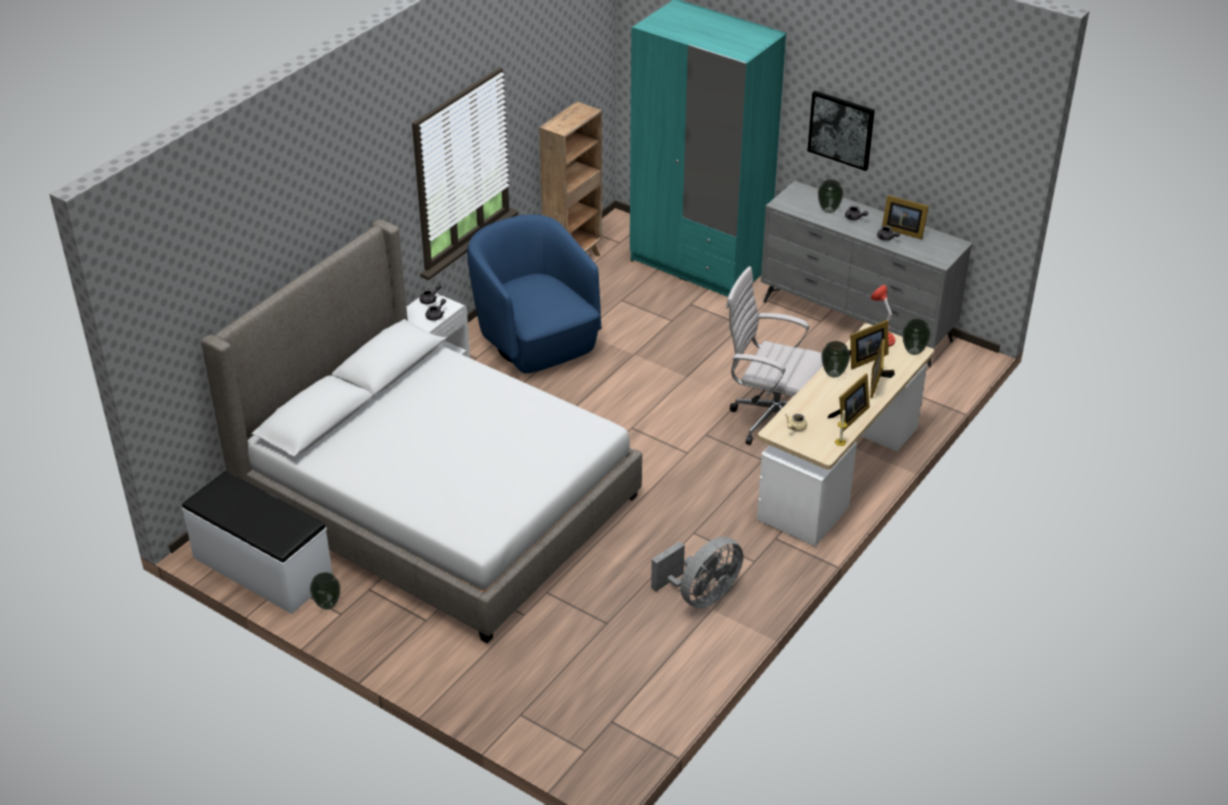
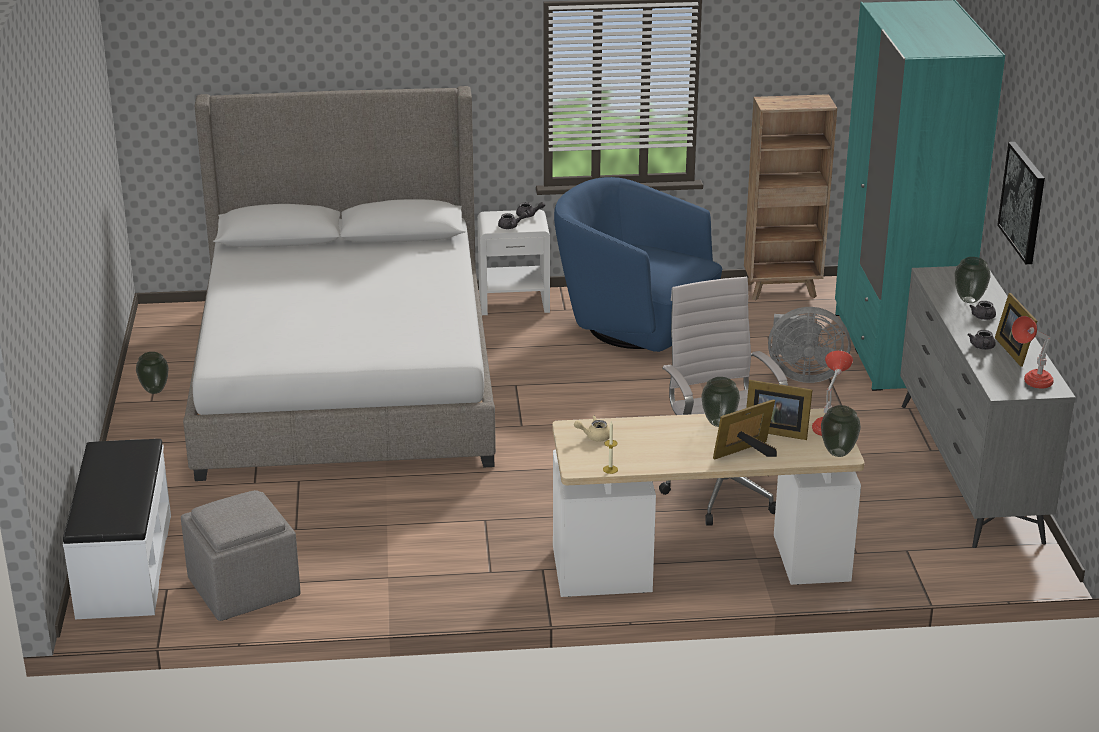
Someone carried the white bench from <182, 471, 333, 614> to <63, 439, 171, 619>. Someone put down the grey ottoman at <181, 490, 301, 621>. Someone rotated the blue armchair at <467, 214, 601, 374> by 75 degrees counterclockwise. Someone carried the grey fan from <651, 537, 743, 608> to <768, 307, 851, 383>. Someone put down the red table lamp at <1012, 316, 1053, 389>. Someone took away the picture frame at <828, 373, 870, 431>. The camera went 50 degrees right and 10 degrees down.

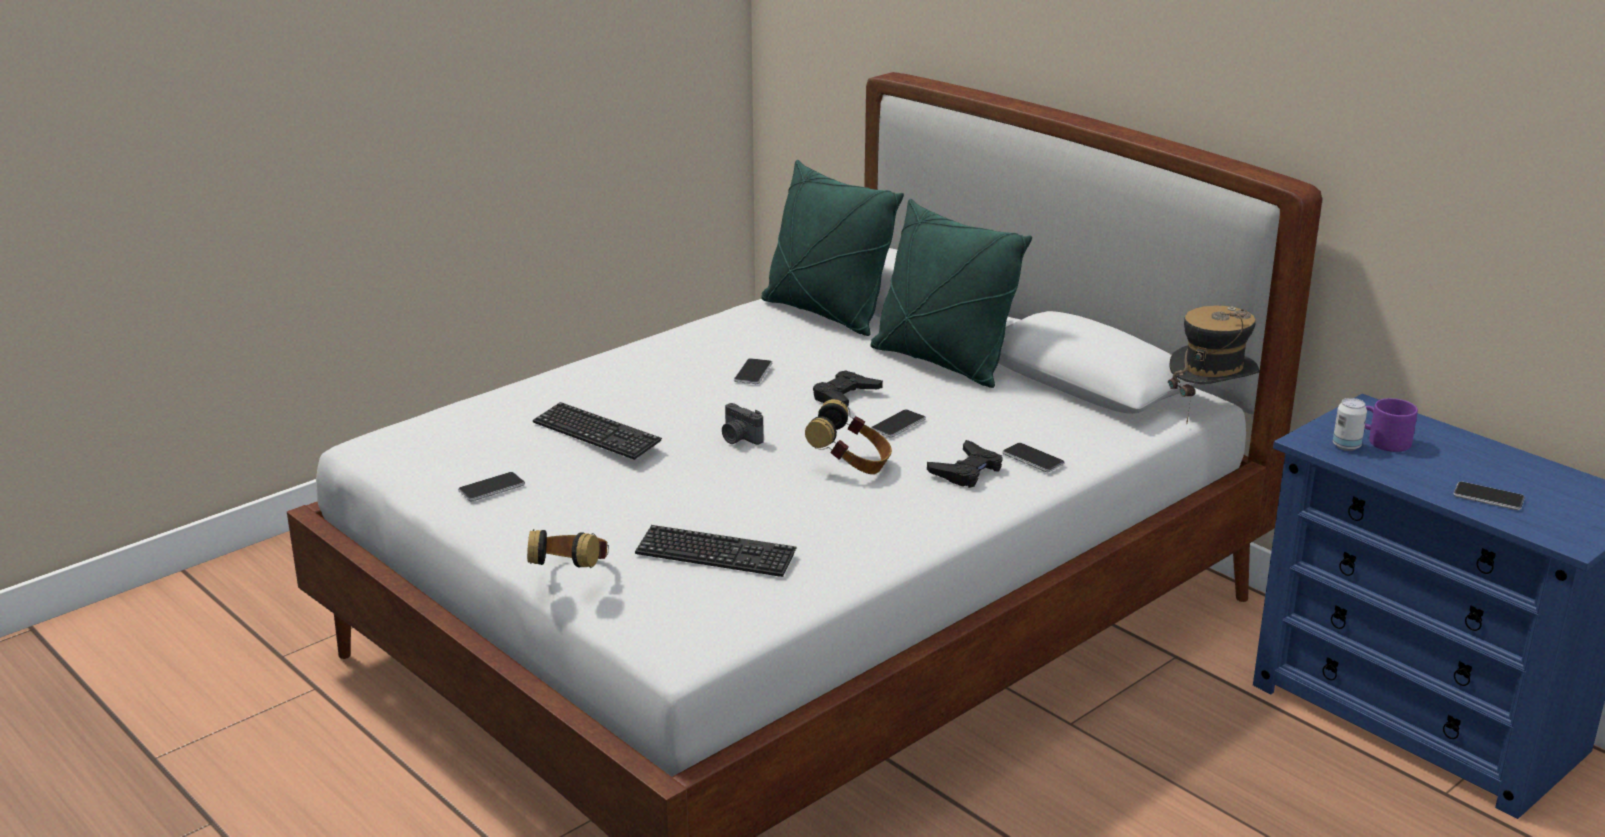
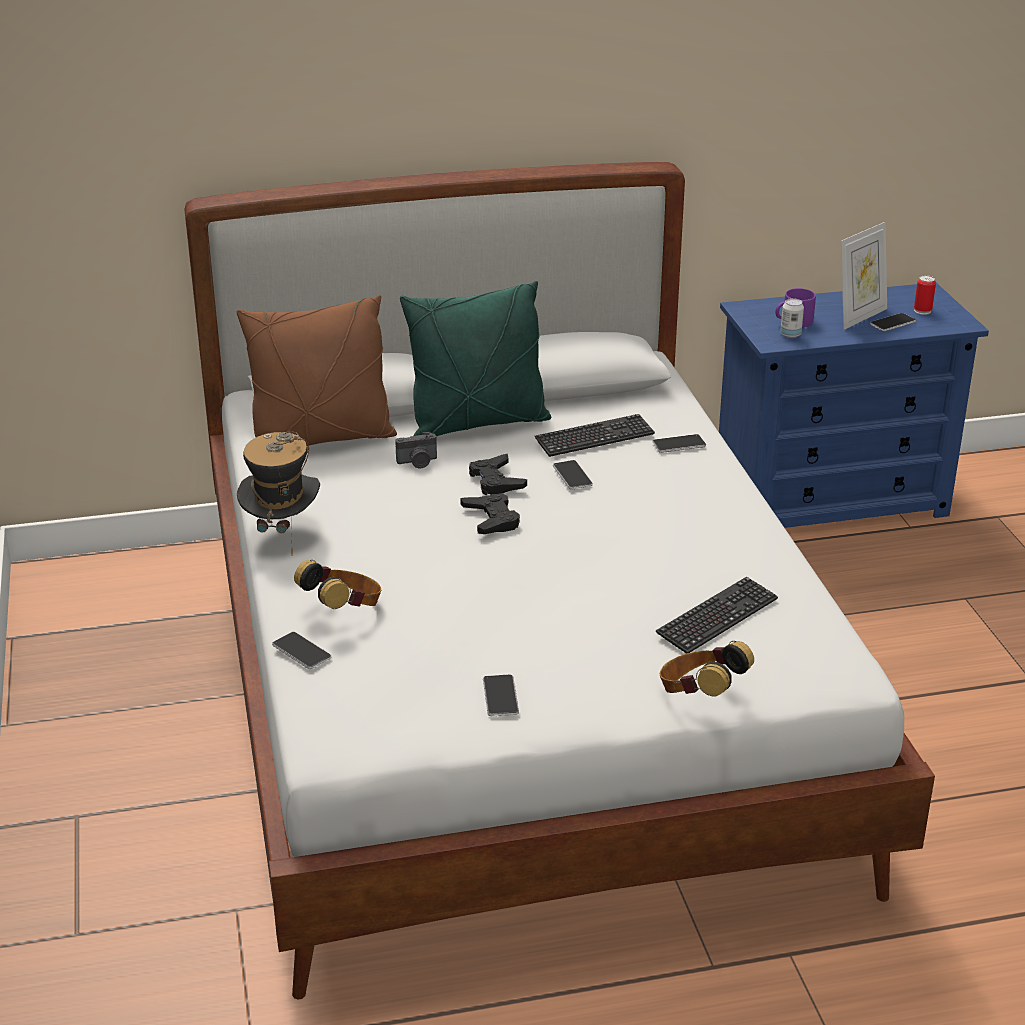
Someone repainted the green pillow at <761, 160, 904, 336>, which became the brown pillow at <237, 295, 397, 446>. Someone carried the hat from <1168, 306, 1260, 423> to <237, 431, 320, 554>. Someone carried the phone from <734, 358, 772, 384> to <272, 632, 331, 669>. Someone carried the headphones from <805, 399, 892, 474> to <294, 560, 381, 609>. Someone carried the photo camera from <722, 403, 764, 445> to <395, 432, 437, 468>. Someone carried the black game controller from <927, 440, 1003, 488> to <460, 493, 520, 534>. Someone carried the keyboard from <533, 402, 662, 460> to <535, 414, 655, 457>. Someone put down the picture frame at <841, 222, 887, 330>. Someone put down the can at <914, 275, 936, 315>. The camera went 60 degrees left and 5 degrees up.

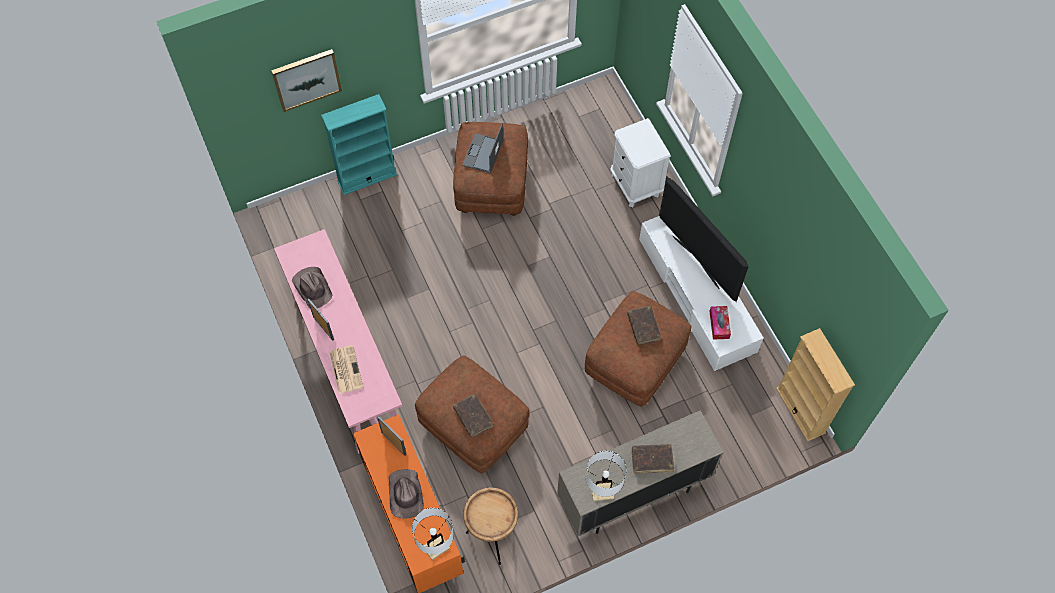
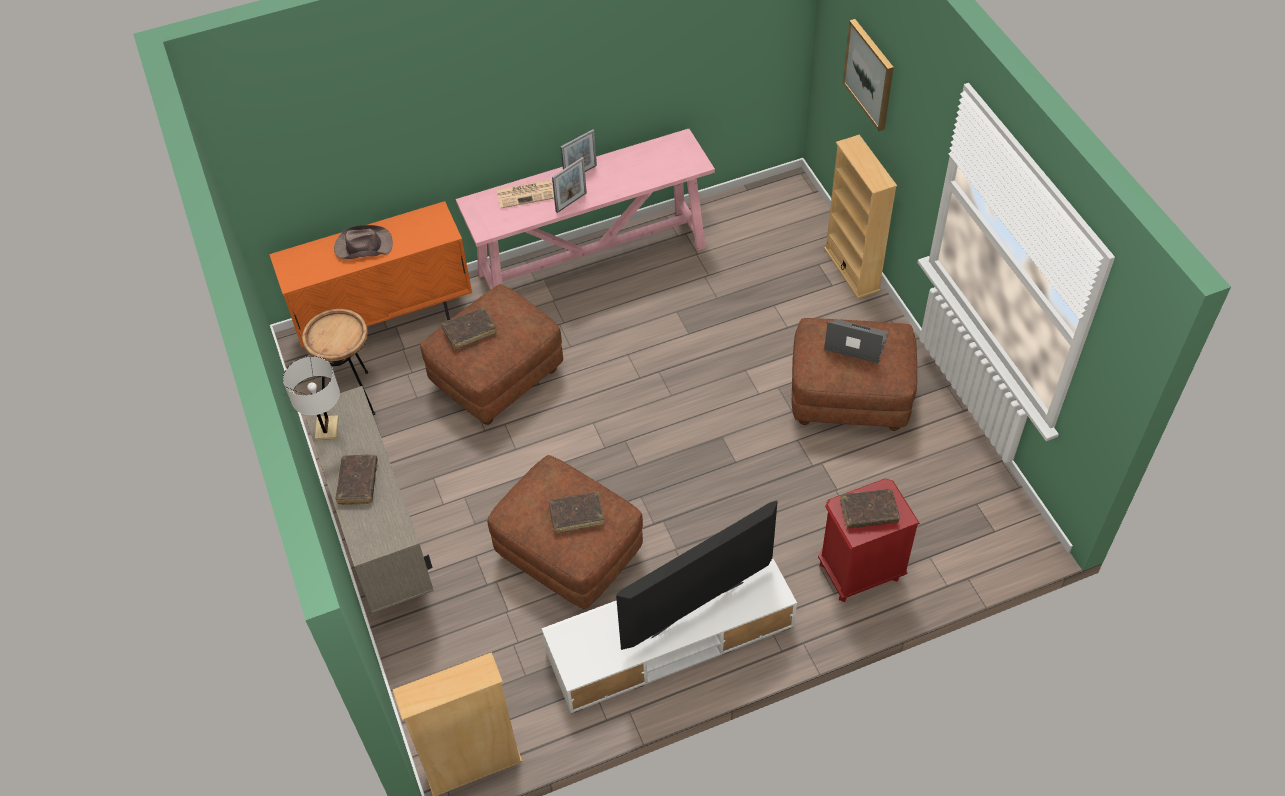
Someone carried the picture frame from <377, 416, 407, 456> to <552, 157, 587, 213>. Someone repainted the white nightstand at <610, 118, 671, 207>, which became the red nightstand at <818, 479, 920, 602>. Someone repainted the turquoise bookcase at <321, 94, 397, 195>, which became the beige bookcase at <824, 135, 897, 299>. Someone put down the brown book at <840, 489, 900, 529>. Someone took away the brown hat at <292, 267, 332, 308>. Someone took away the white table lamp at <412, 508, 454, 560>. Someone took away the tissue box at <709, 306, 731, 340>. The camera went 95 degrees right and 10 degrees down.

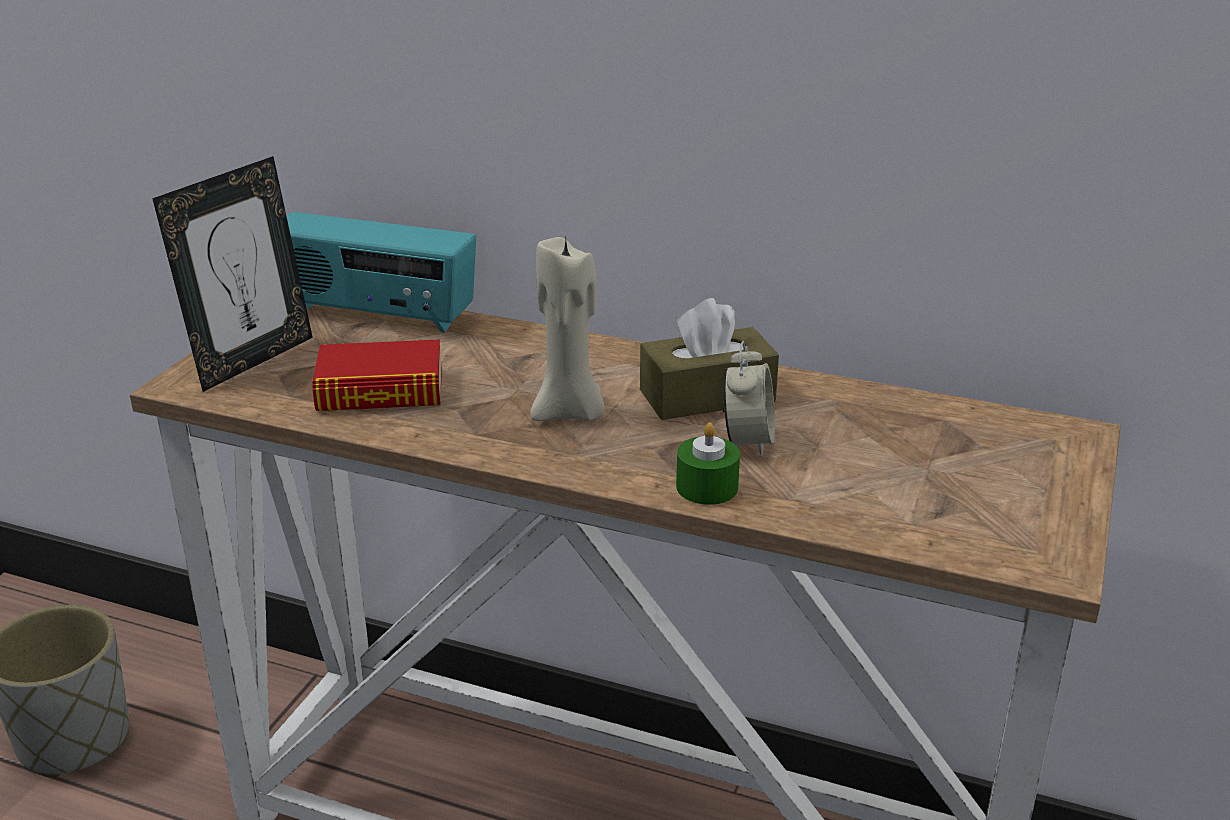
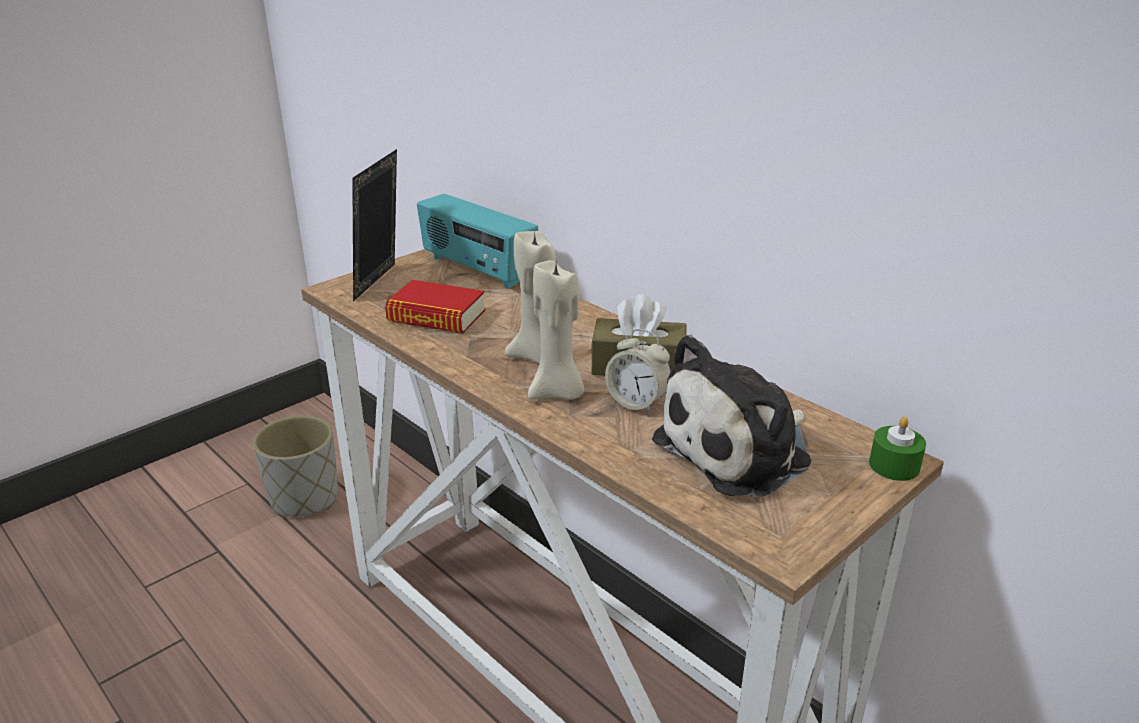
Someone rotated the picture frame at <152, 156, 313, 392> by 135 degrees clockwise. Someone put down the beige candle at <528, 260, 584, 400>. Someone rotated the alarm clock at <723, 341, 775, 457> by 90 degrees clockwise. Someone put down the plush toy at <652, 335, 811, 497>. Someone carried the green candle from <676, 422, 740, 505> to <869, 417, 926, 481>. The camera went 25 degrees right and 0 degrees up.

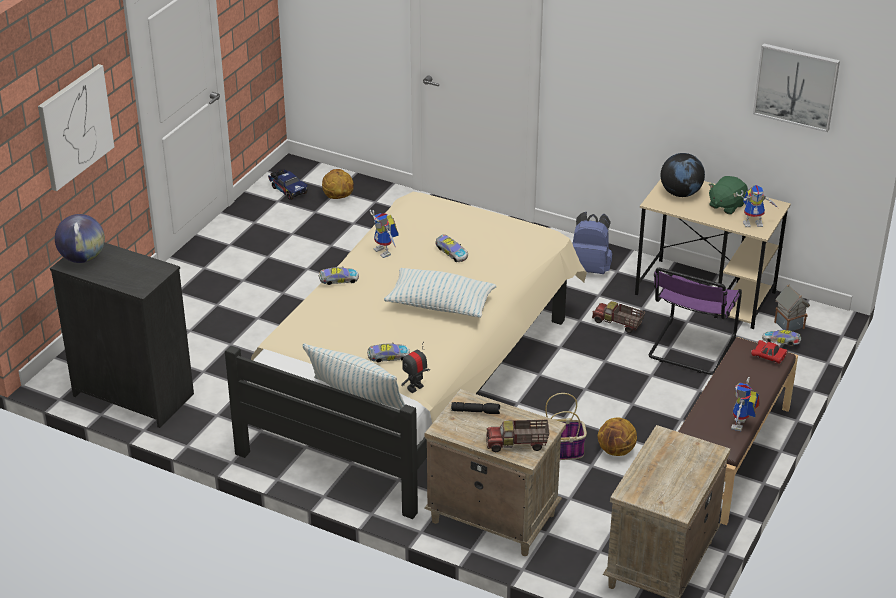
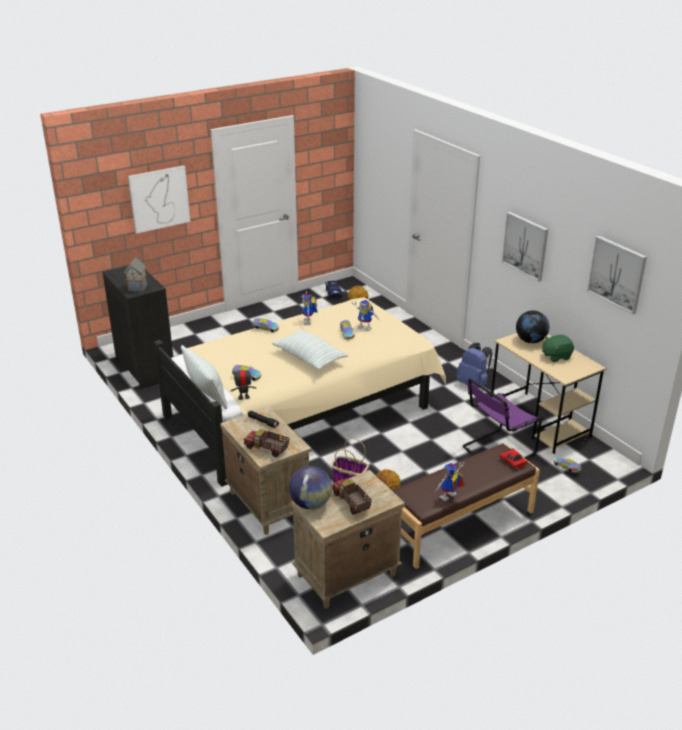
Someone carried the toy house from <774, 284, 810, 331> to <124, 257, 148, 292>. Someone carried the globe from <55, 214, 105, 263> to <289, 466, 332, 509>. Someone carried the toy truck from <592, 301, 645, 333> to <332, 478, 372, 515>. Someone carried the toy robot from <736, 185, 778, 227> to <352, 300, 379, 331>. Someone put up the picture at <502, 212, 548, 282>. The camera went 30 degrees right and 5 degrees down.

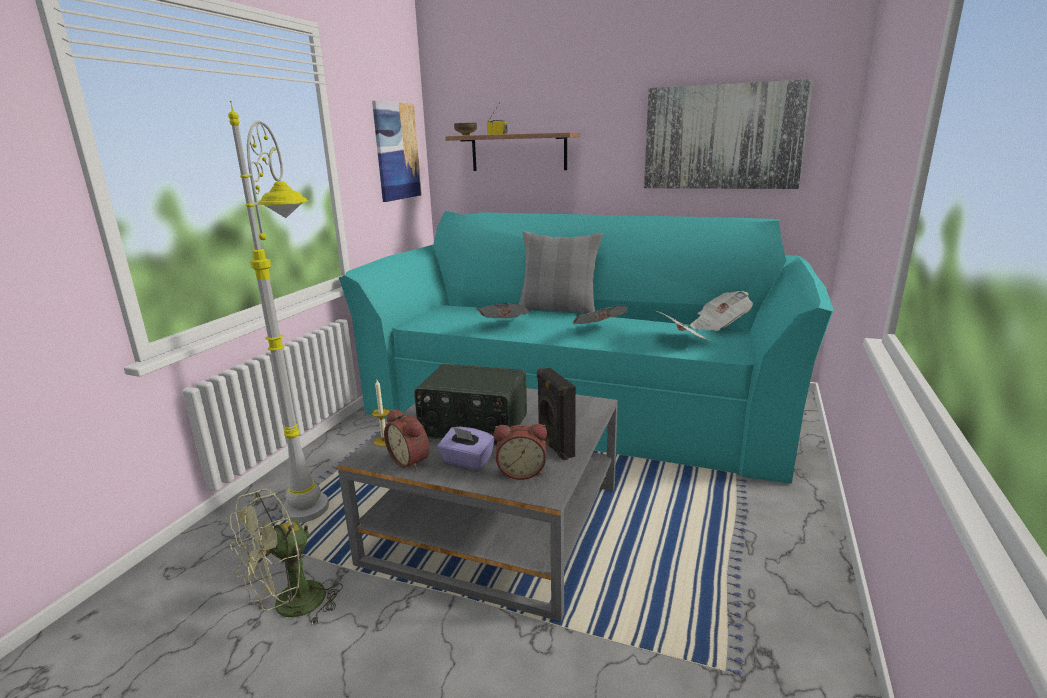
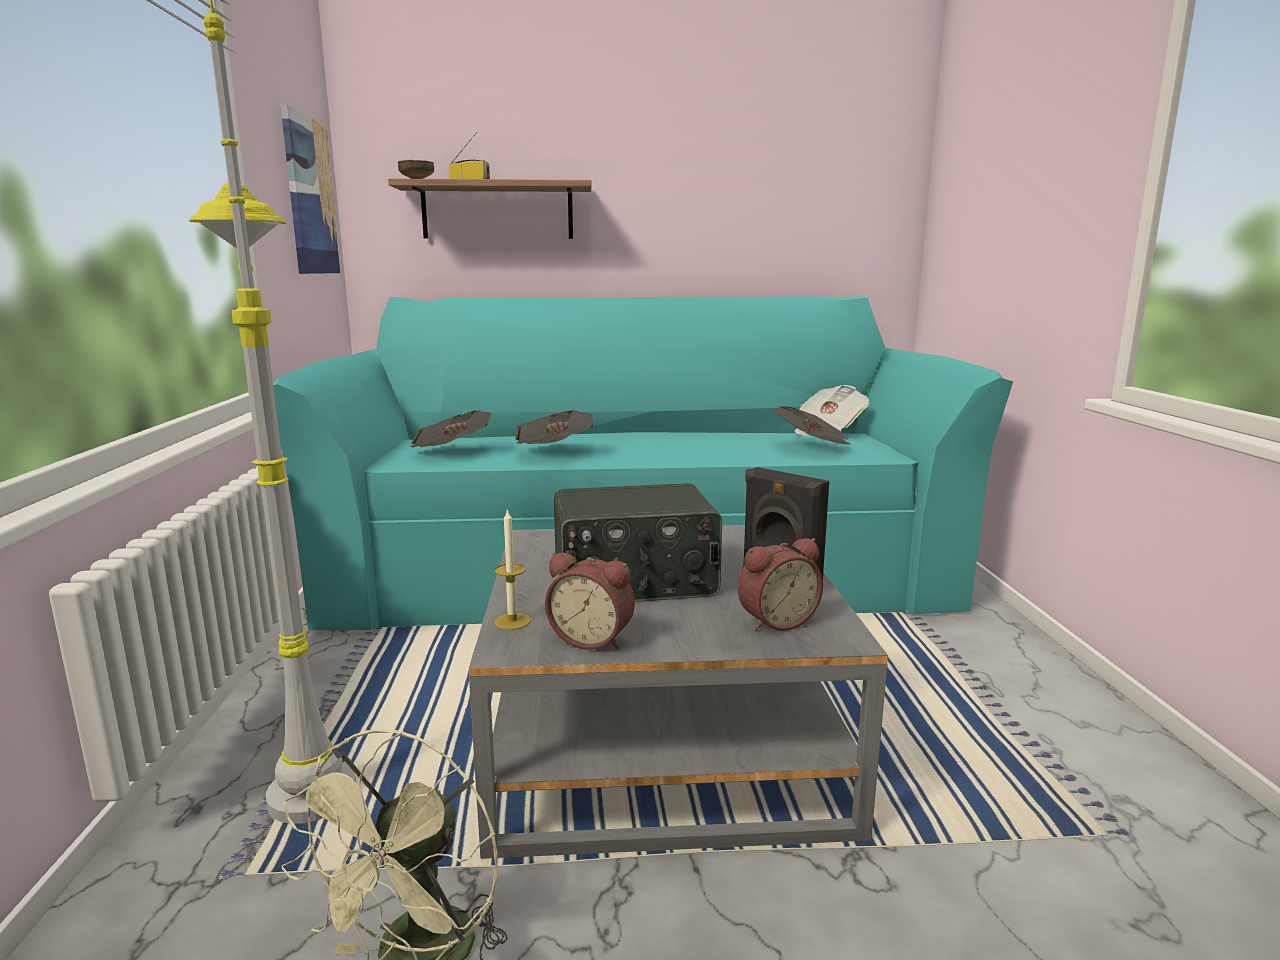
Someone carried the newspaper from <573, 306, 628, 324> to <410, 410, 492, 447>. Someone took away the purple tissue box at <437, 427, 495, 470>. Someone took away the grey pillow at <519, 231, 603, 314>. Someone took away the picture at <644, 79, 813, 189>. The camera went 25 degrees left and 5 degrees down.

